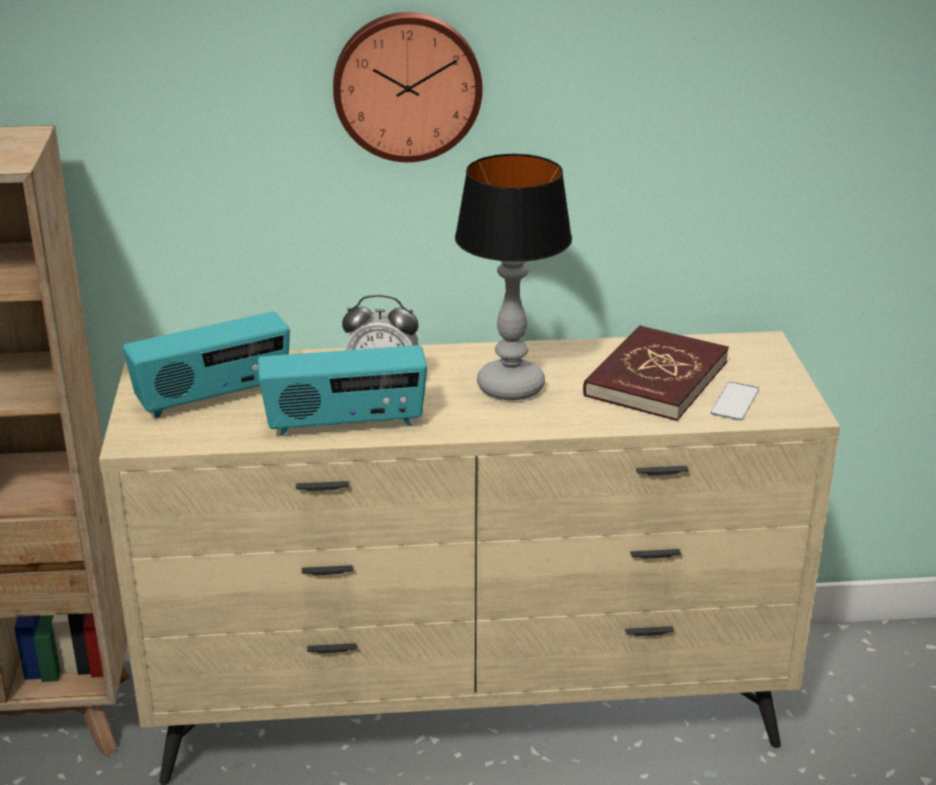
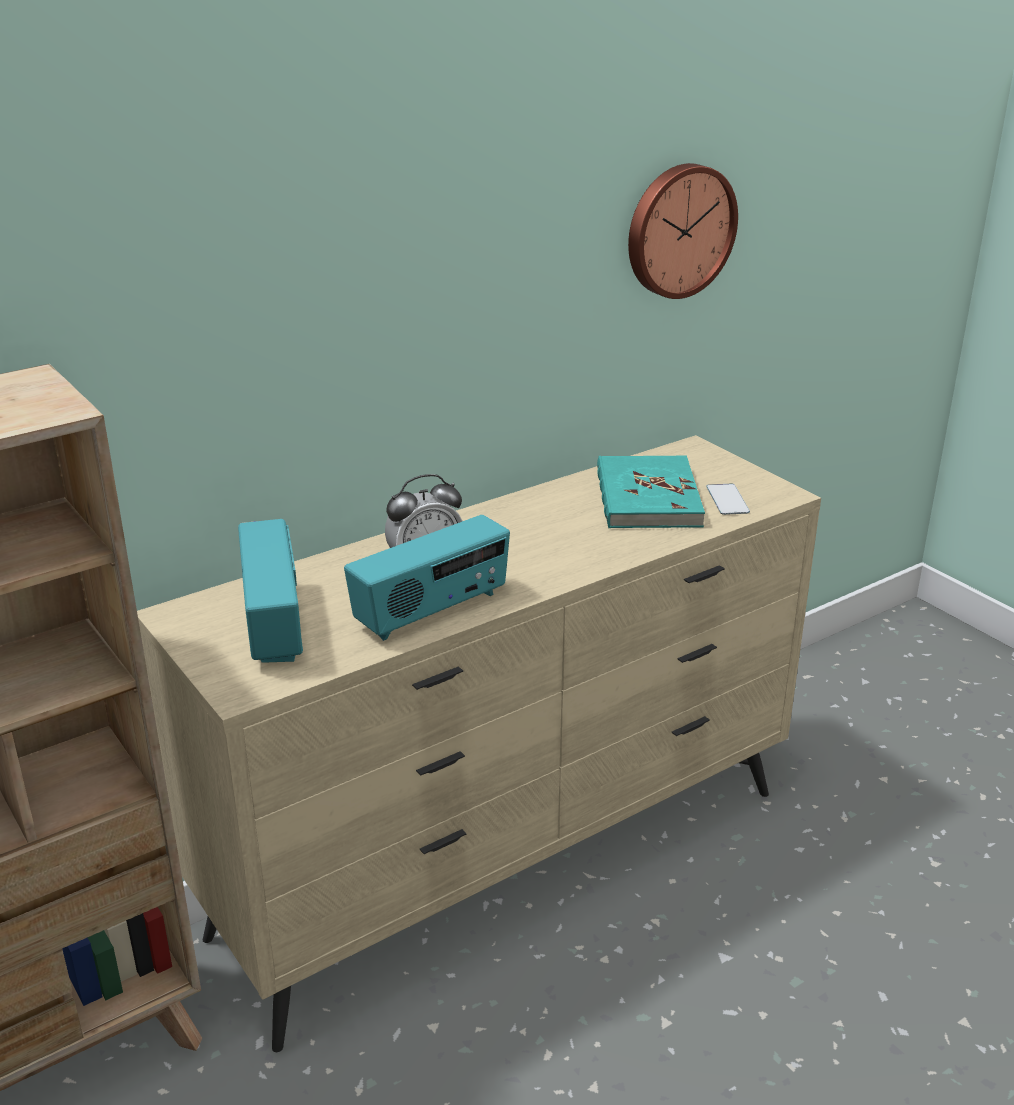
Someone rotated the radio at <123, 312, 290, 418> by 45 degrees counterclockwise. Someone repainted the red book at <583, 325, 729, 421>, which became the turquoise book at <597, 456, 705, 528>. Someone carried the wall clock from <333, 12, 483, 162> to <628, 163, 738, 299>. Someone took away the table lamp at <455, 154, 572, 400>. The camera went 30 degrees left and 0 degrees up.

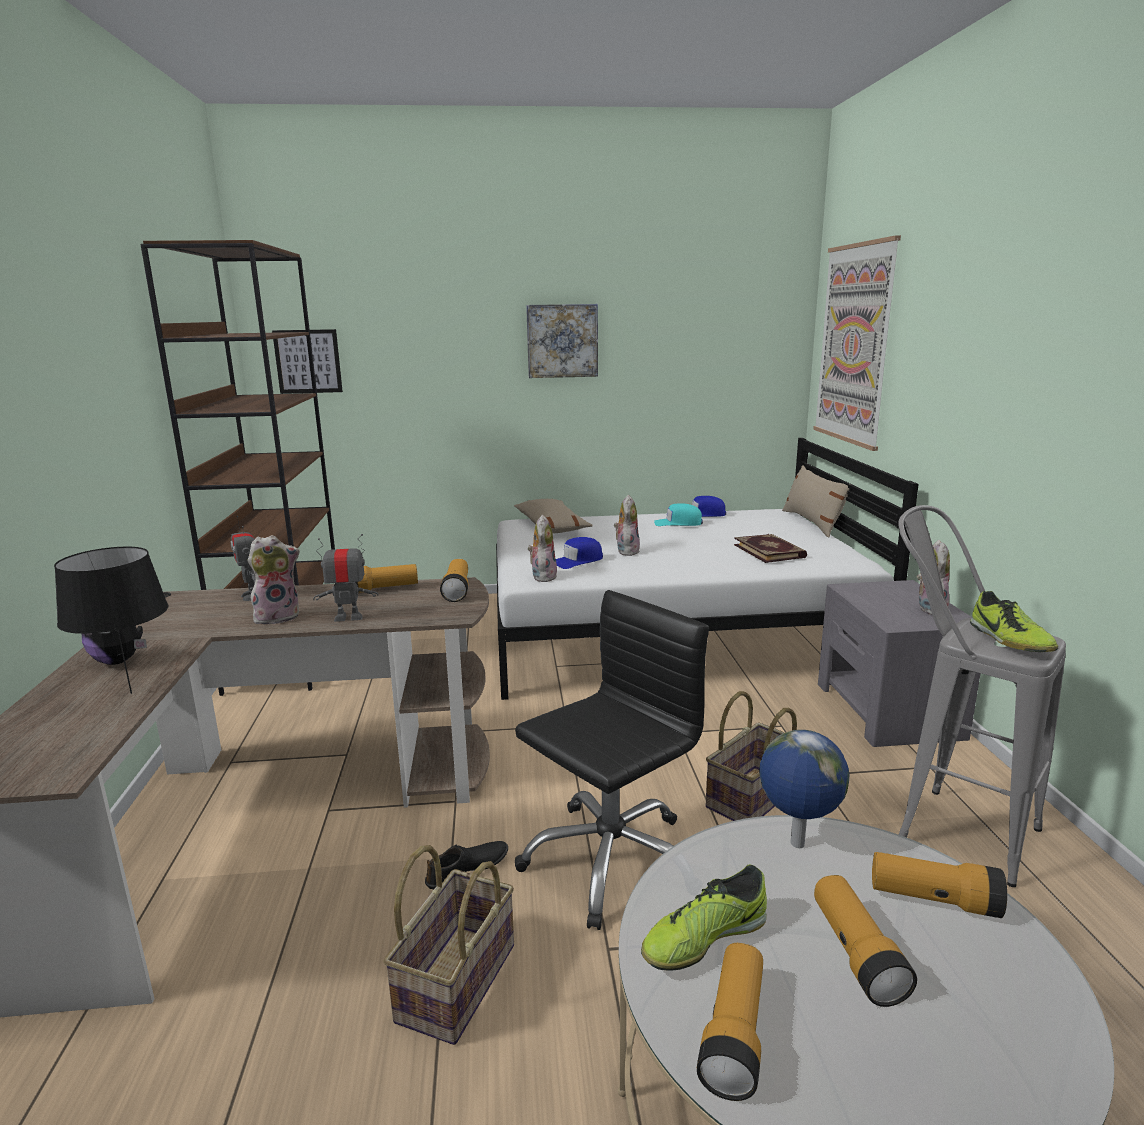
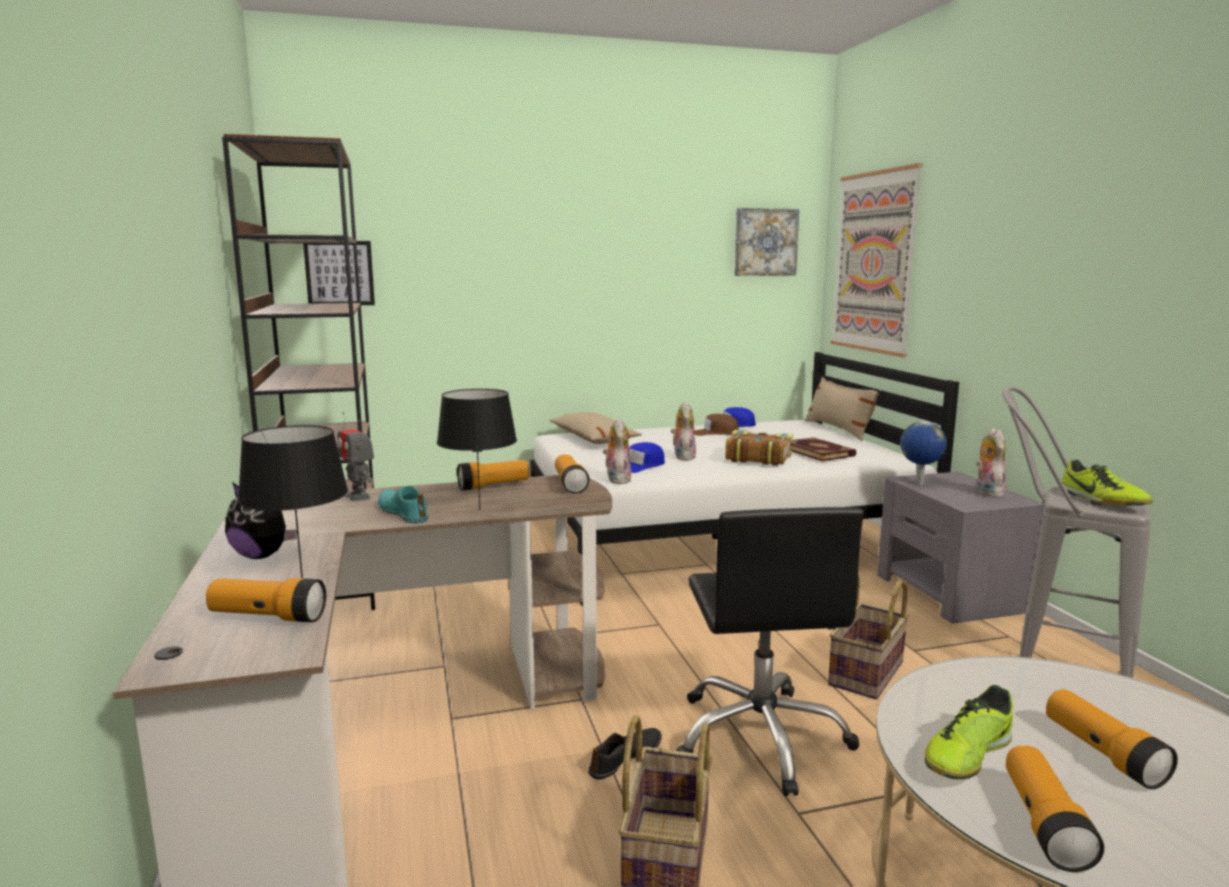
Someone carried the flashlight from <872, 852, 1007, 918> to <206, 578, 326, 622>. Someone swapped the plush toy at <248, 535, 300, 624> for the turquoise shoe at <378, 486, 429, 523>. Someone swapped the toy robot at <313, 534, 378, 622> for the black table lamp at <437, 389, 517, 510>. Someone rotated the black office chair at <515, 590, 709, 930> by 135 degrees clockwise. Someone repainted the turquoise cap at <654, 503, 703, 526>, which became the brown cap at <694, 414, 739, 436>. Someone put down the book at <725, 430, 793, 466>. Someone carried the picture from <526, 304, 598, 378> to <734, 208, 799, 276>. Someone carried the globe from <759, 730, 849, 848> to <900, 421, 947, 485>. The camera went 10 degrees left and 5 degrees down.

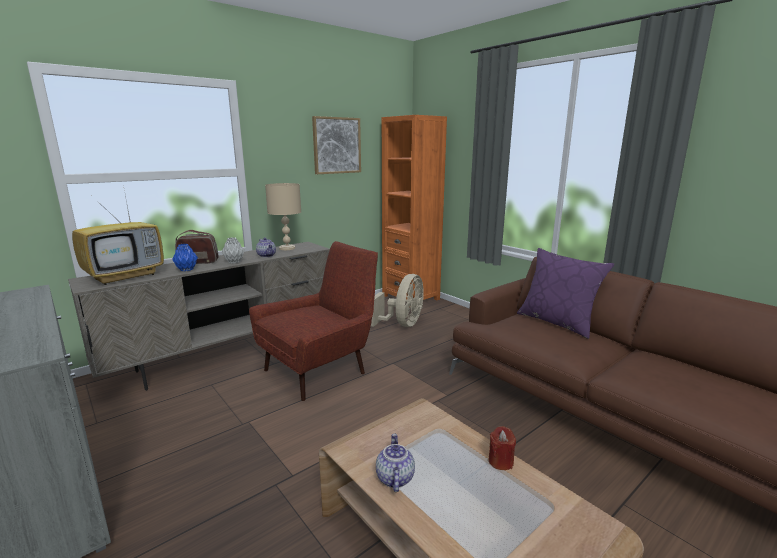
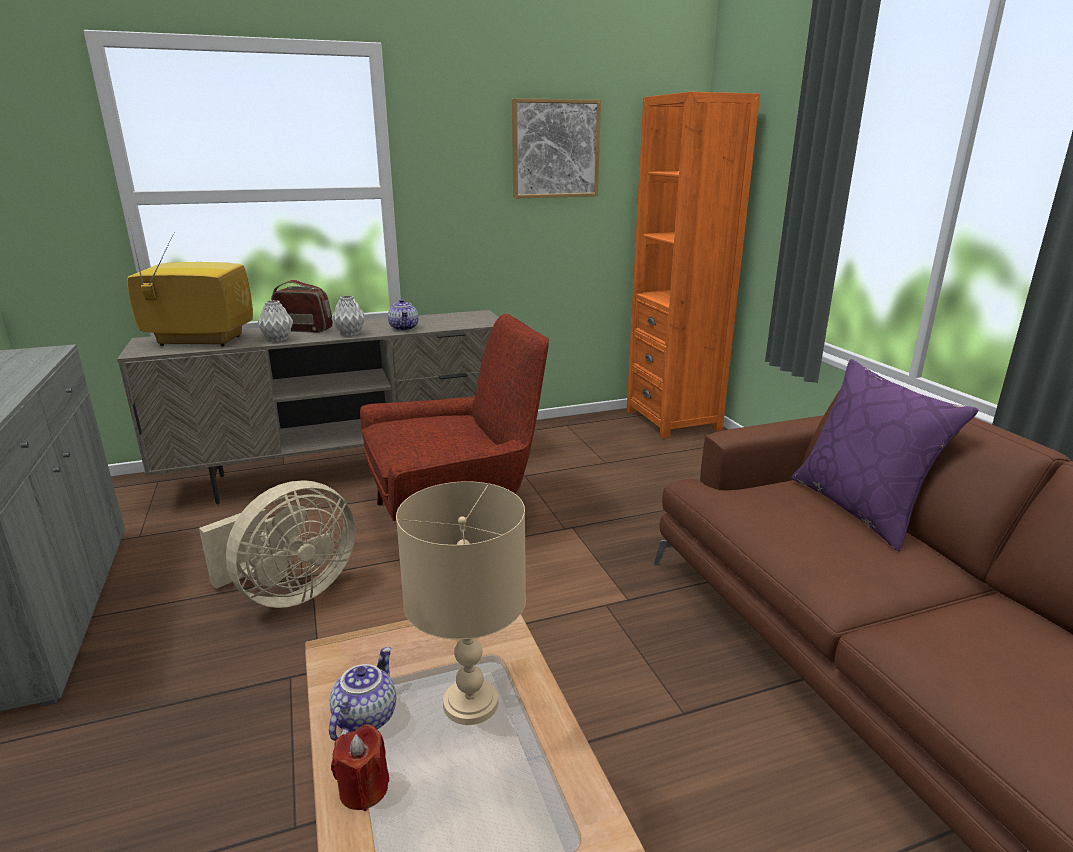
Someone rotated the television at <72, 190, 164, 285> by 150 degrees counterclockwise. Someone carried the beige fan from <371, 274, 424, 327> to <199, 480, 356, 608>. Someone repainted the blue vase at <172, 244, 198, 271>, which became the grey vase at <257, 300, 293, 342>. Someone carried the red candle from <488, 426, 516, 470> to <331, 724, 390, 811>. Someone carried the beige table lamp from <265, 183, 301, 250> to <396, 481, 526, 725>. The camera went 20 degrees right and 5 degrees up.

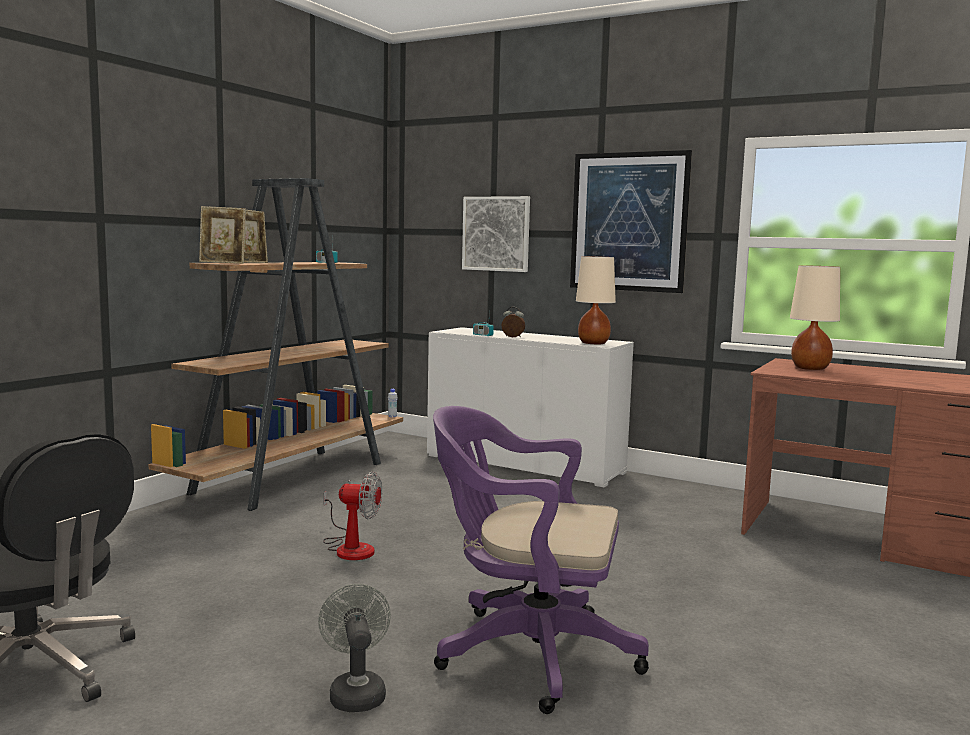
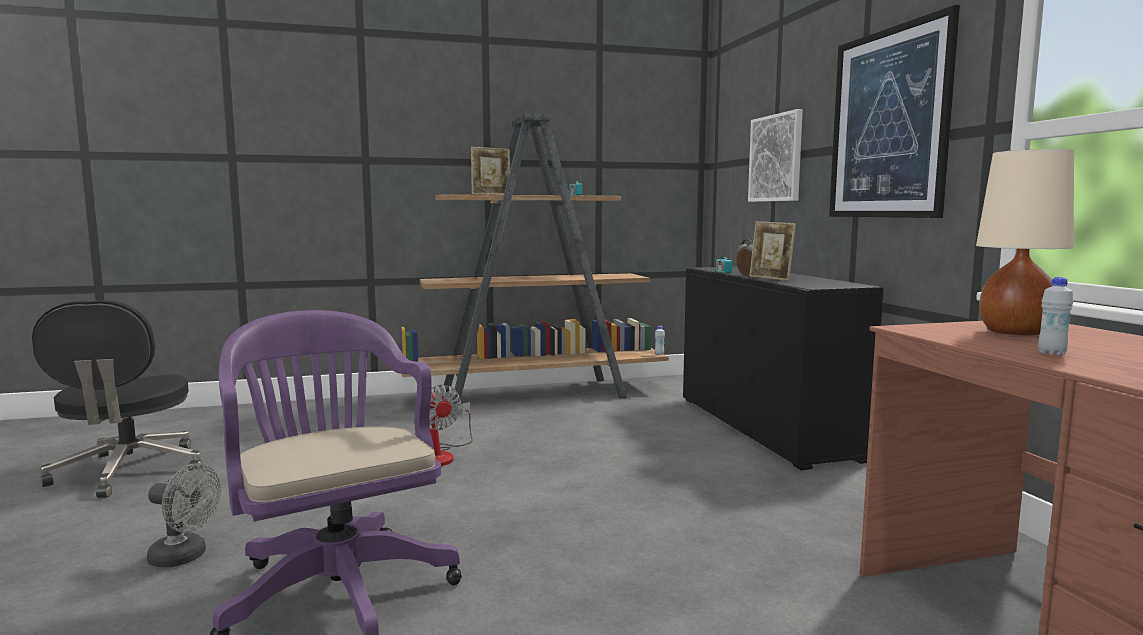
Someone rotated the grey fan at <318, 584, 391, 712> by 75 degrees clockwise. Someone repainted the white cabinet at <427, 327, 634, 487>, which became the black cabinet at <683, 267, 884, 470>. Someone carried the picture frame from <199, 206, 246, 264> to <750, 221, 796, 281>. Someone put down the white bottle at <1038, 277, 1073, 356>. Someone took away the beige table lamp at <576, 256, 616, 345>. The camera went 45 degrees right and 0 degrees up.

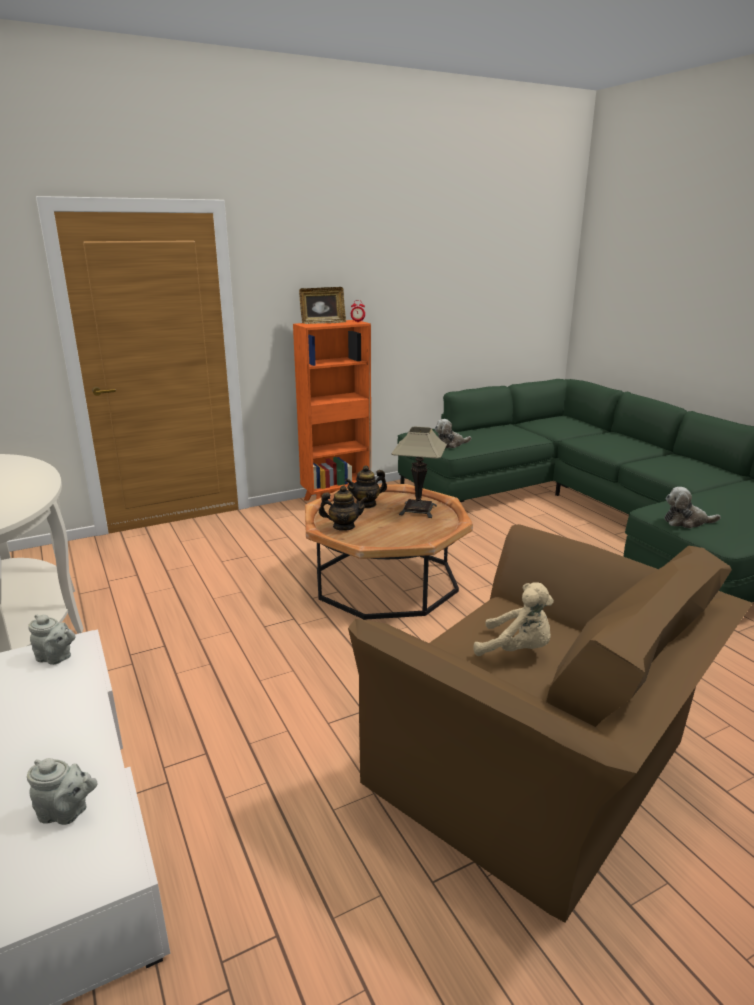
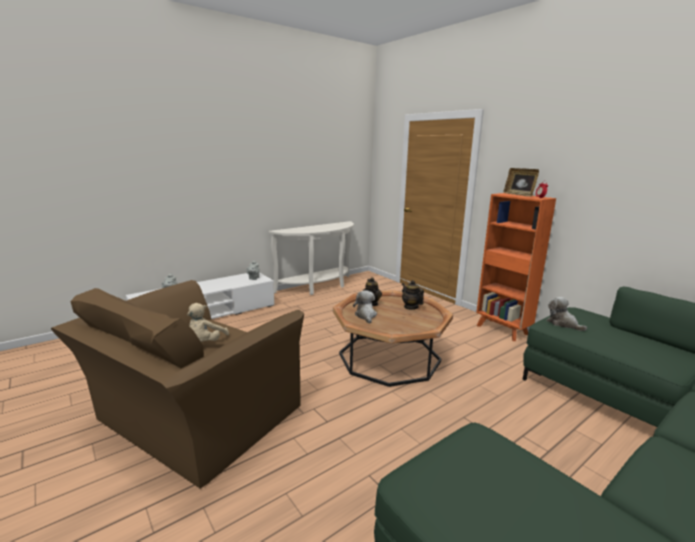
Someone carried the plush toy from <664, 487, 721, 528> to <353, 291, 377, 323>. Someone took away the table lamp at <391, 427, 447, 518>. The camera went 80 degrees right and 5 degrees down.

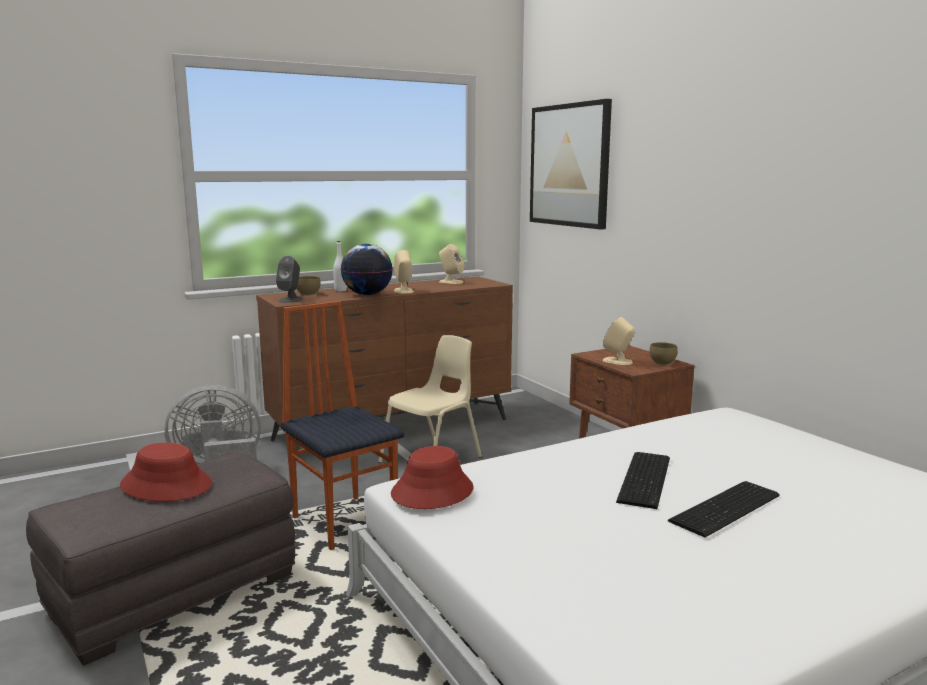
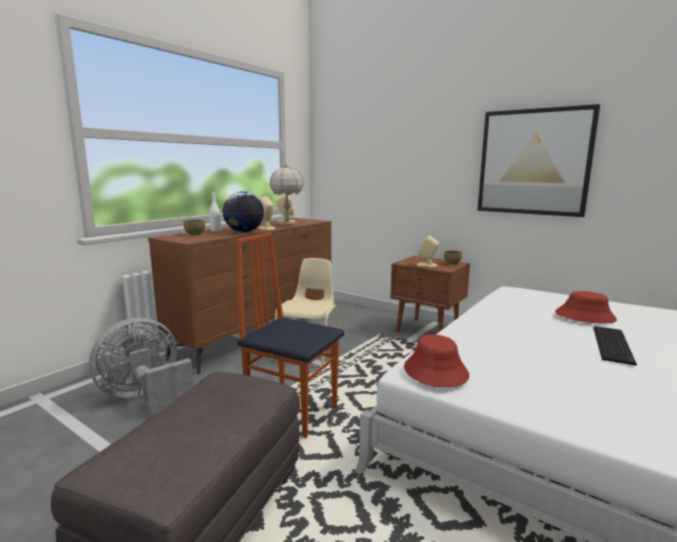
Someone put down the table lamp at <270, 164, 304, 226>. Someone carried the picture from <530, 99, 612, 230> to <477, 104, 600, 217>. Someone carried the red hat from <120, 443, 212, 501> to <555, 291, 617, 324>. Someone took away the grey speaker at <276, 256, 303, 303>. Someone took away the keyboard at <616, 452, 670, 509>. The camera went 25 degrees left and 0 degrees up.

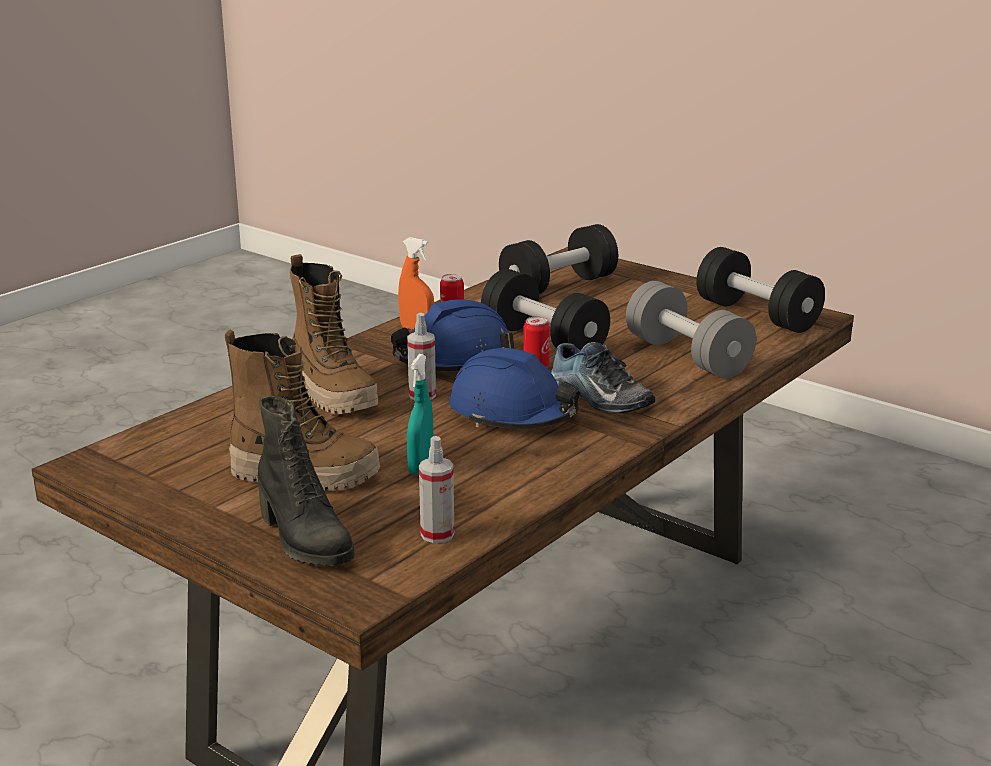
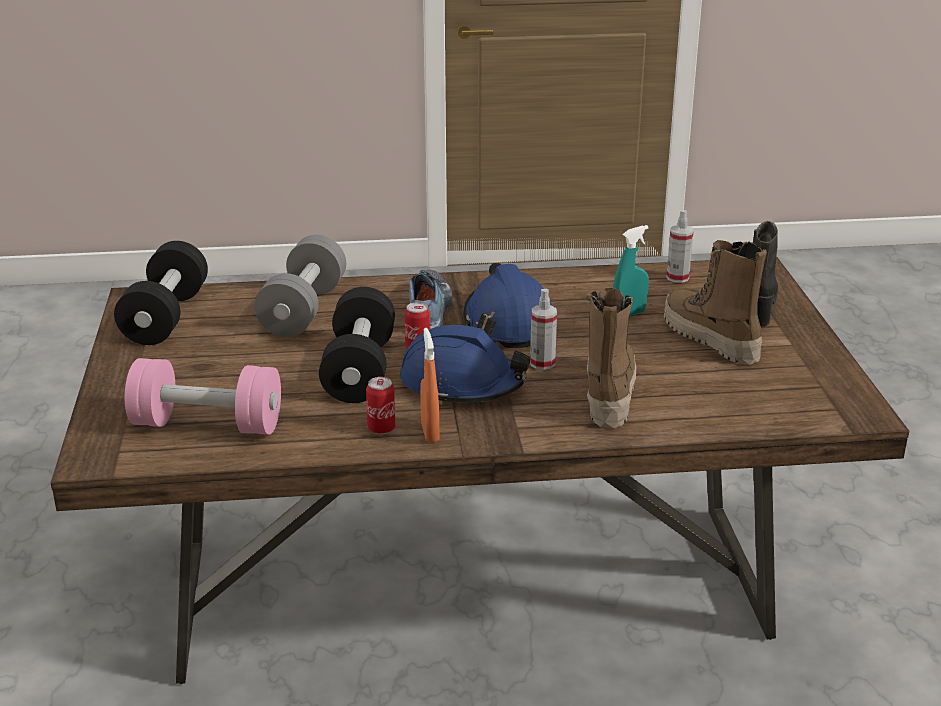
Someone repainted the black dumbbell at <499, 224, 618, 294>, which became the pink dumbbell at <125, 358, 281, 435>. The camera went 135 degrees left and 5 degrees up.

